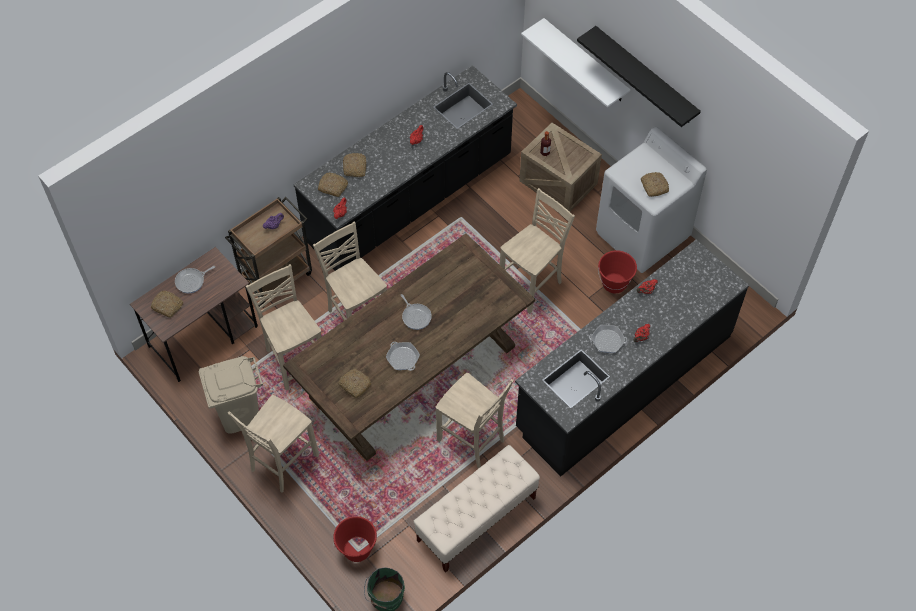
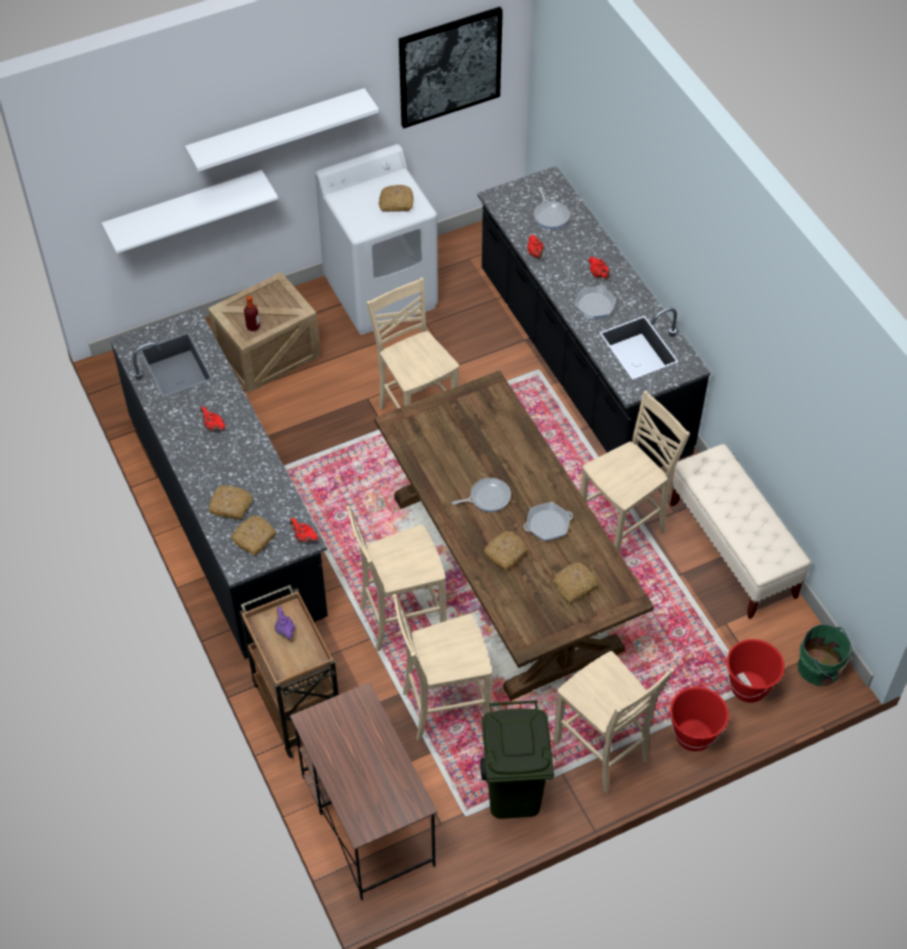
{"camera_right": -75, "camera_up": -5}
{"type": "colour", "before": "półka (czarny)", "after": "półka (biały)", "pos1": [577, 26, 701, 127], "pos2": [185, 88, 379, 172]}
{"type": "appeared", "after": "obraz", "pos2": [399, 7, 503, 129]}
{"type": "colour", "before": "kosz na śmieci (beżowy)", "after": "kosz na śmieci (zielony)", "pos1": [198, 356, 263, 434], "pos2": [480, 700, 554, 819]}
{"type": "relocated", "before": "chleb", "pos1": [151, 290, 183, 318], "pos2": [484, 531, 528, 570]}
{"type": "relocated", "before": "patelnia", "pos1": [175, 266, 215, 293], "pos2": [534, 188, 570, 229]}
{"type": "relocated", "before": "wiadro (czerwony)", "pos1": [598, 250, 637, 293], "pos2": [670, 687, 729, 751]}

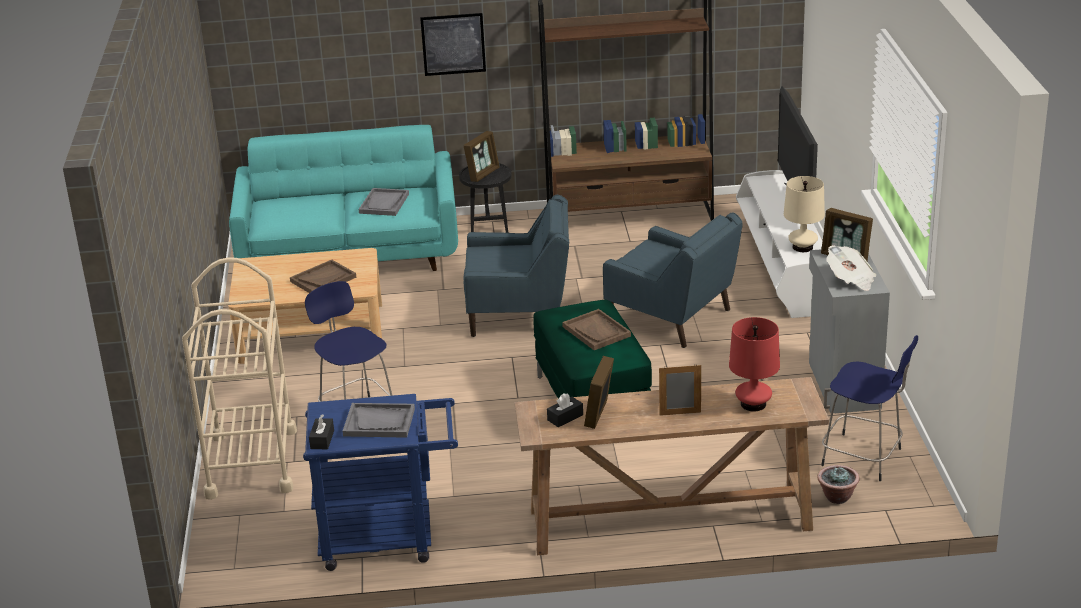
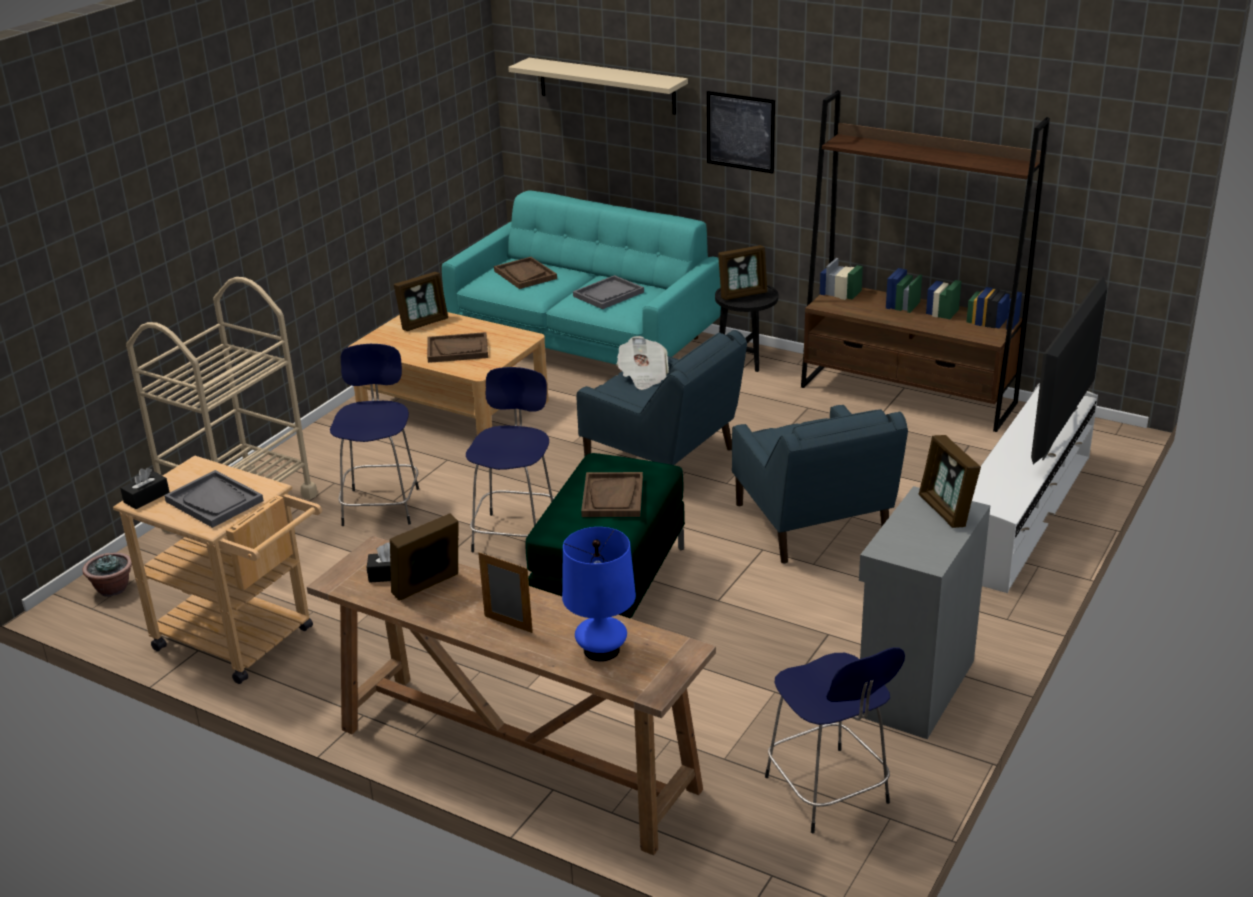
{"camera_right": 35, "camera_up": 0}
{"type": "relocated", "before": "roślina doniczkowa", "pos1": [817, 465, 860, 504], "pos2": [83, 553, 132, 597]}
{"type": "colour", "before": "wózek (niebieski)", "after": "wózek (beżowy)", "pos1": [303, 394, 458, 571], "pos2": [113, 455, 322, 684]}
{"type": "appeared", "after": "ramka na zdjęcie", "pos2": [394, 272, 448, 331]}
{"type": "appeared", "after": "stołek (niebieski)", "pos2": [466, 367, 554, 552]}
{"type": "appeared", "after": "taca (brązowy)", "pos2": [494, 257, 557, 289]}
{"type": "appeared", "after": "półka (beżowy)", "pos2": [508, 58, 688, 115]}
{"type": "colour", "before": "lampa stołowa (czerwony)", "after": "lampa stołowa (niebieski)", "pos1": [729, 317, 780, 412], "pos2": [562, 527, 636, 662]}
{"type": "relocated", "before": "gazeta", "pos1": [826, 245, 876, 291], "pos2": [617, 336, 669, 390]}
{"type": "missing", "before": "lampa stołowa (beżowy)", "pos1": [784, 176, 825, 252]}

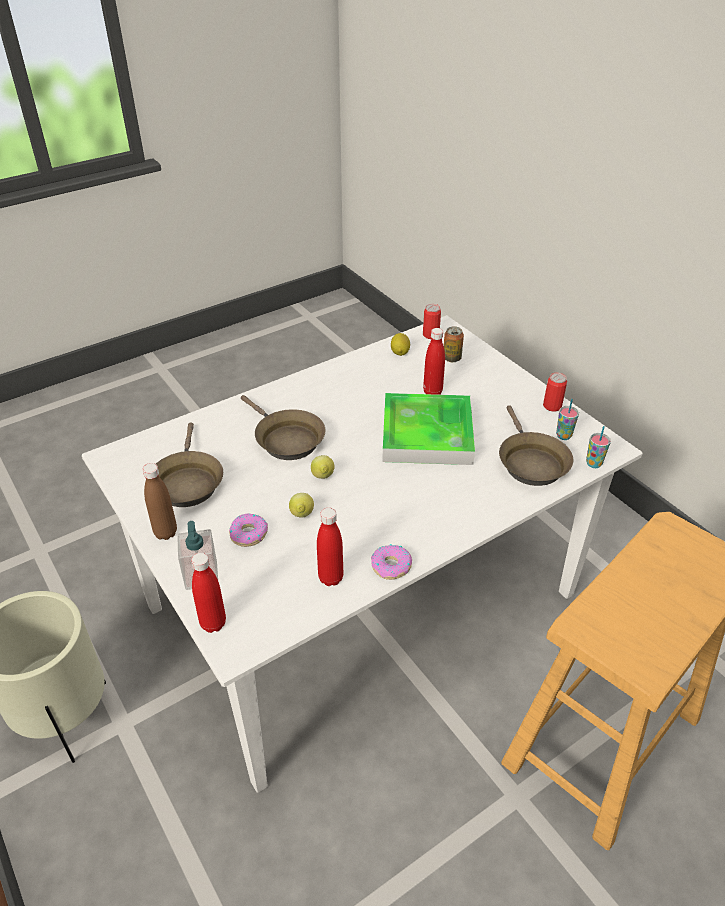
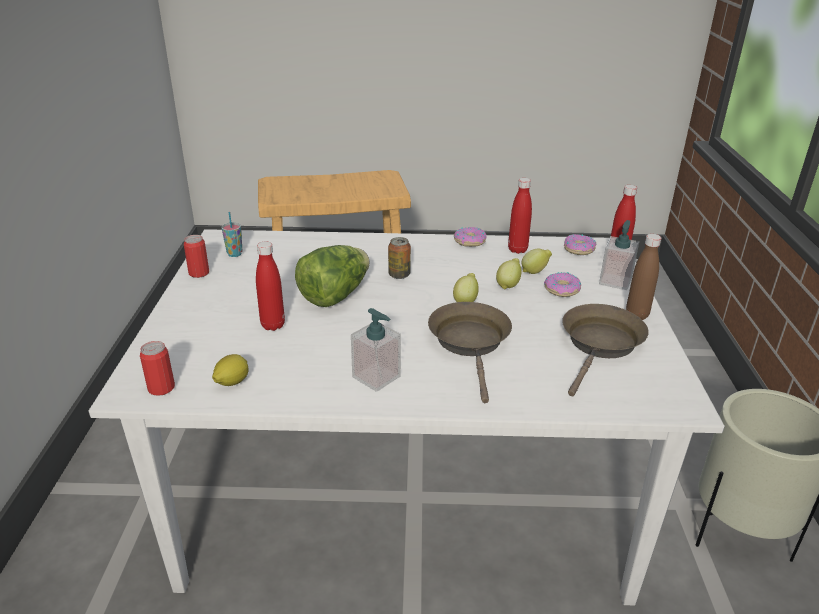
{"camera_right": -145, "camera_up": -10}
{"type": "exchanged", "before": "taca", "after": "sałata", "pos1": [382, 393, 475, 465], "pos2": [295, 245, 370, 307]}
{"type": "appeared", "after": "dozownik mydła", "pos2": [351, 308, 401, 392]}
{"type": "relocated", "before": "puszka", "pos1": [444, 326, 464, 362], "pos2": [388, 237, 411, 279]}
{"type": "appeared", "after": "cytryna", "pos2": [522, 249, 552, 274]}
{"type": "appeared", "after": "donut", "pos2": [564, 234, 596, 255]}
{"type": "missing", "before": "patelnia (brązowy)", "pos1": [499, 406, 573, 486]}
{"type": "missing", "before": "filiżanka", "pos1": [586, 426, 611, 468]}

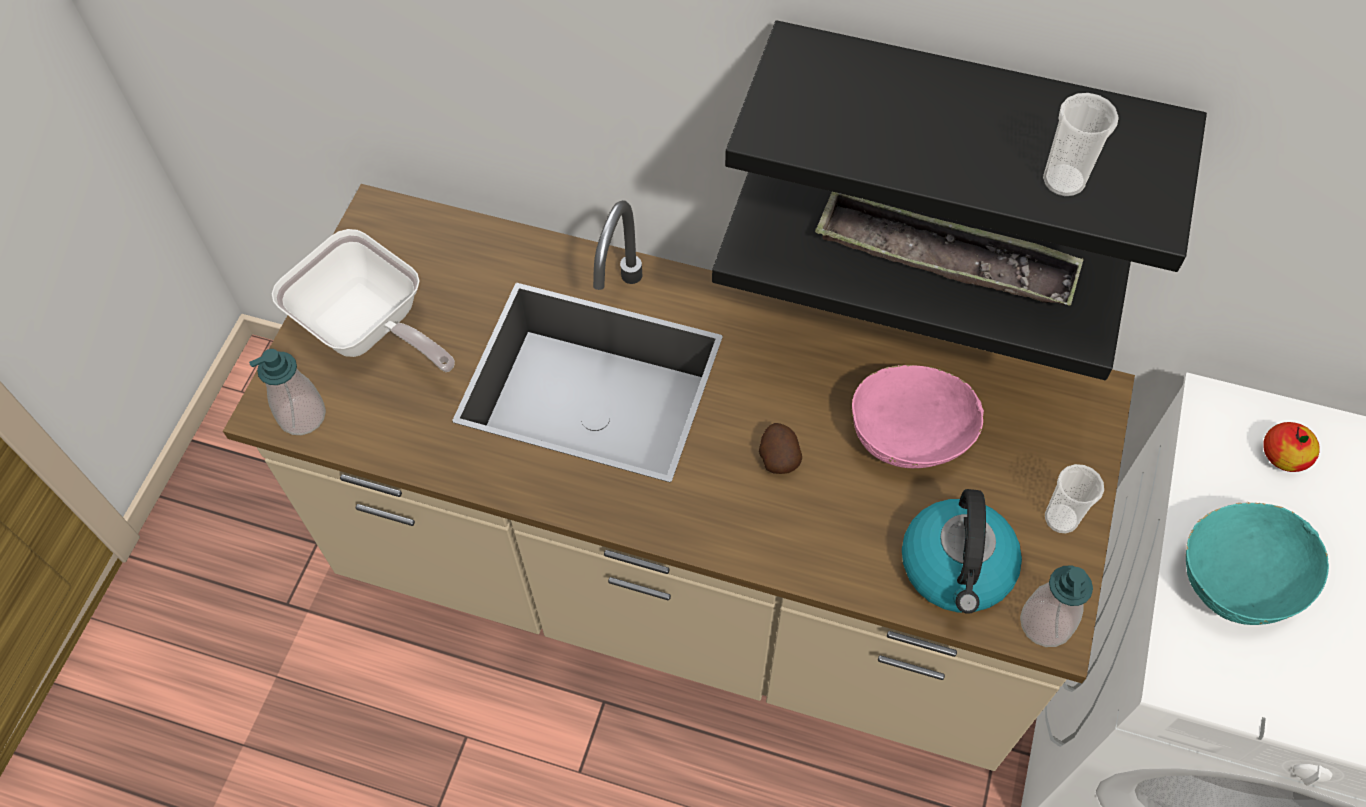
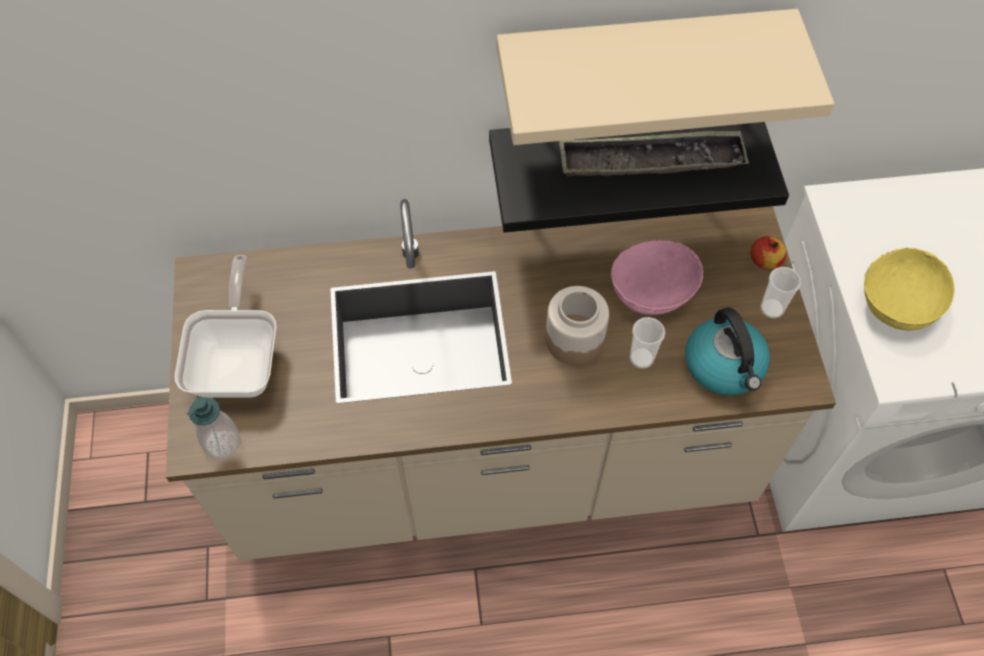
{"camera_right": -25, "camera_up": 0}
{"type": "spun", "before": "patelnia", "pos1": [272, 229, 455, 372], "pos2": [175, 255, 276, 398], "turn": -105}
{"type": "colour", "before": "półka (czarny)", "after": "półka (beżowy)", "pos1": [725, 20, 1207, 272], "pos2": [497, 9, 834, 145]}
{"type": "exchanged", "before": "ziemniak", "after": "słoik", "pos1": [759, 423, 802, 474], "pos2": [545, 286, 609, 365]}
{"type": "relocated", "before": "filiżanka", "pos1": [1043, 93, 1119, 196], "pos2": [630, 317, 665, 369]}
{"type": "relocated", "before": "jabłko", "pos1": [1263, 422, 1320, 472], "pos2": [750, 236, 787, 269]}
{"type": "colour", "before": "miska (turkusowy)", "after": "miska (żółty)", "pos1": [1186, 502, 1329, 625], "pos2": [864, 248, 955, 330]}
{"type": "missing", "before": "dozownik mydła", "pos1": [1020, 566, 1093, 647]}

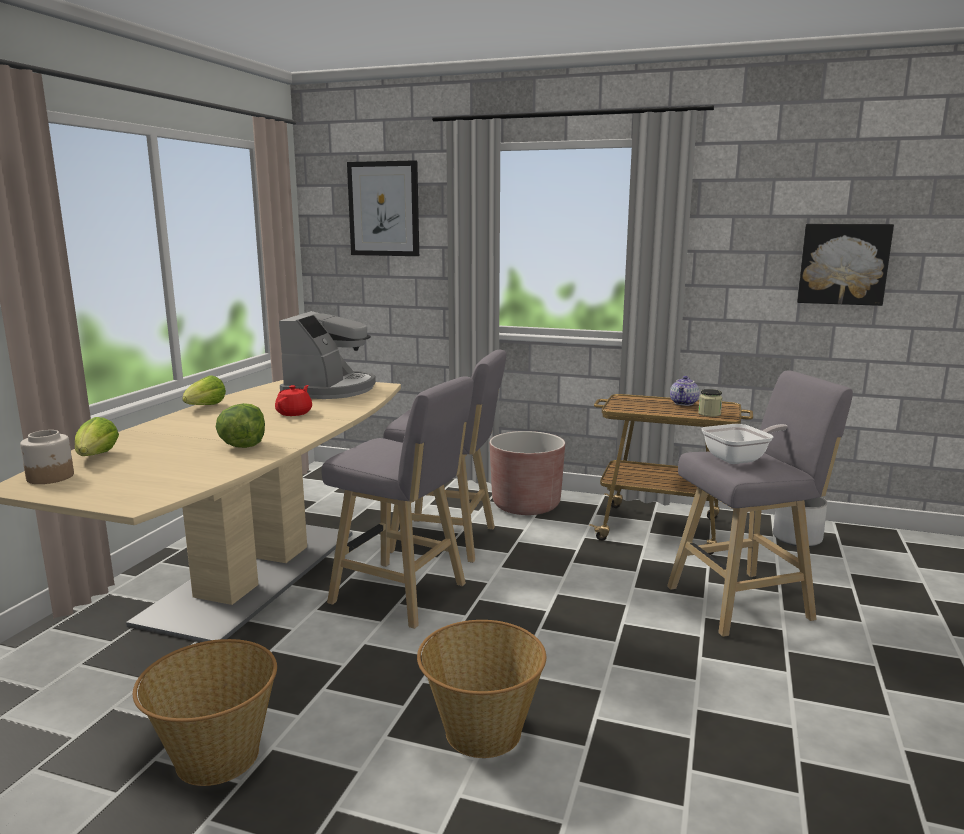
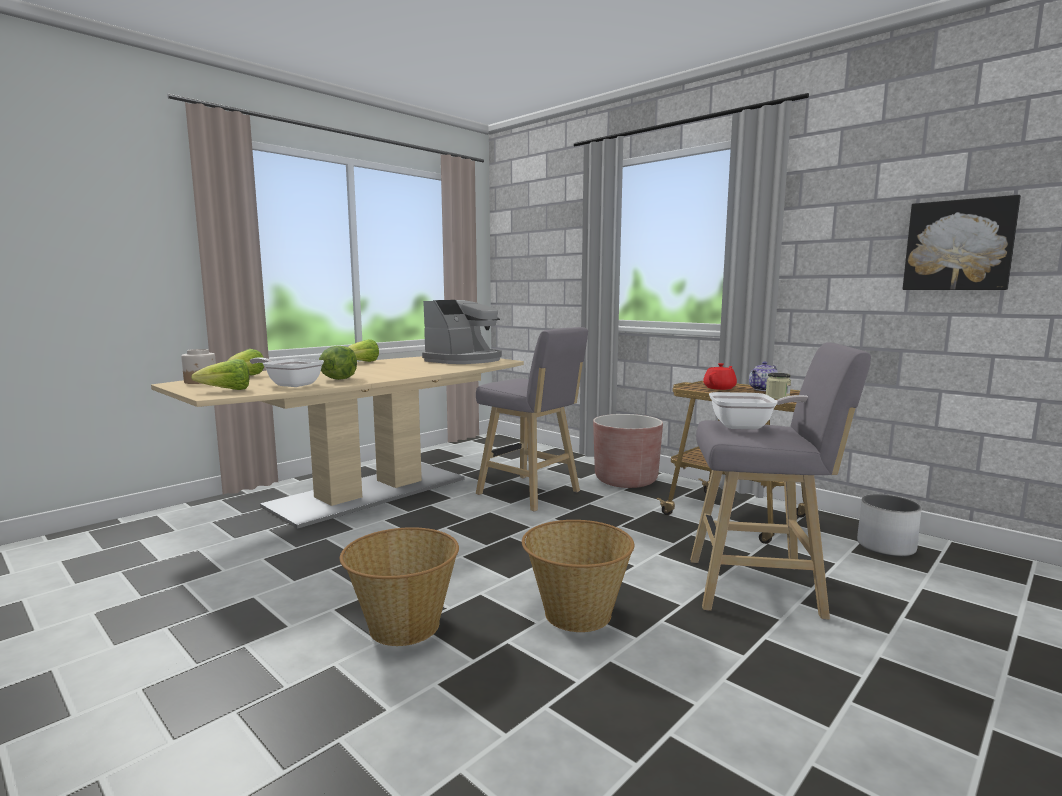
{"camera_right": 25, "camera_up": -5}
{"type": "appeared", "after": "sałata", "pos2": [191, 359, 249, 390]}
{"type": "appeared", "after": "patelnia", "pos2": [249, 357, 324, 387]}
{"type": "relocated", "before": "koszyk", "pos1": [133, 639, 277, 786], "pos2": [522, 520, 634, 632]}
{"type": "relocated", "before": "imbryk (czerwony)", "pos1": [275, 385, 312, 416], "pos2": [703, 363, 737, 390]}
{"type": "missing", "before": "stołek (szary)", "pos1": [322, 376, 474, 629]}
{"type": "missing", "before": "obraz", "pos1": [347, 160, 419, 256]}

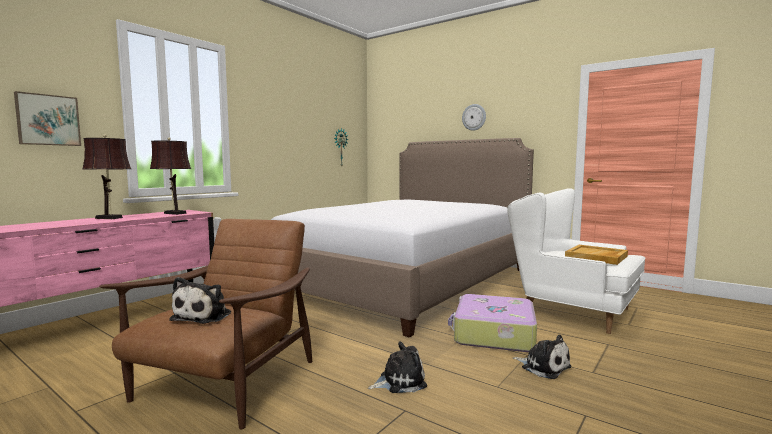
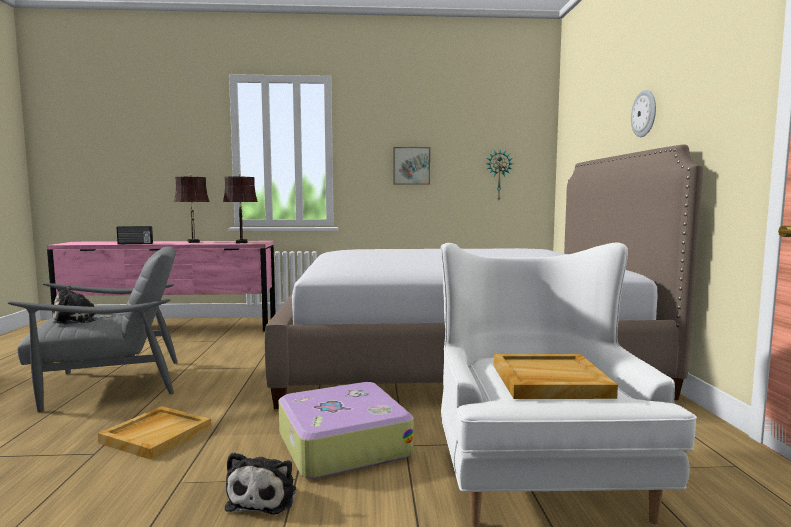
{"camera_right": 50, "camera_up": 0}
{"type": "colour", "before": "fotel (brązowy)", "after": "fotel (szary)", "pos1": [99, 219, 312, 429], "pos2": [8, 246, 178, 412]}
{"type": "exchanged", "before": "pluszak", "after": "taca (beżowy)", "pos1": [368, 341, 427, 393], "pos2": [98, 406, 211, 460]}
{"type": "appeared", "after": "radio", "pos2": [117, 226, 153, 244]}
{"type": "relocated", "before": "obraz", "pos1": [14, 91, 81, 146], "pos2": [393, 147, 430, 185]}

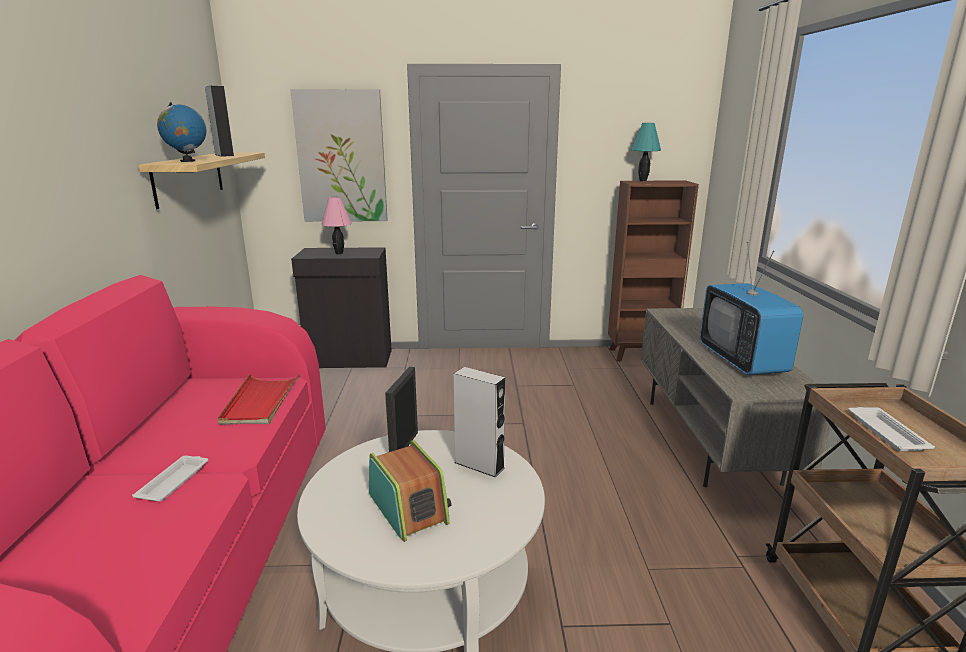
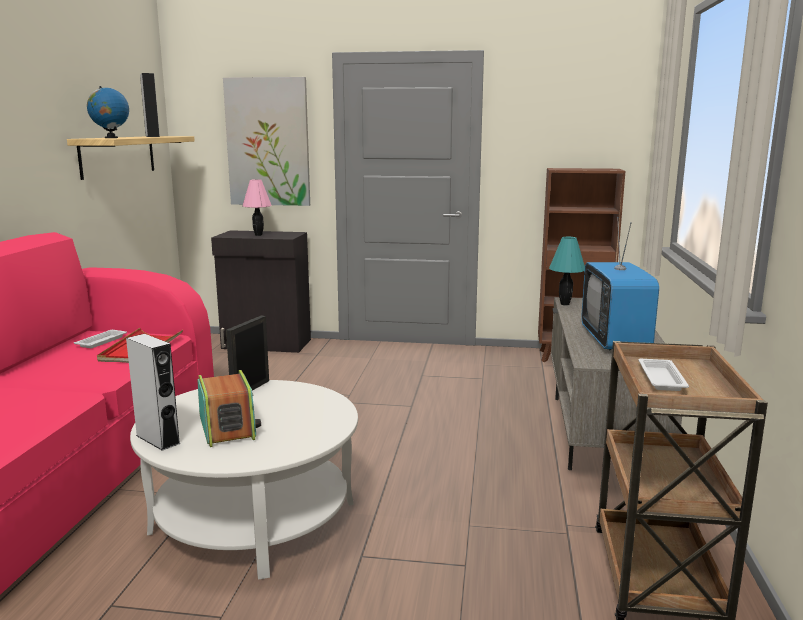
{"camera_right": 10, "camera_up": -5}
{"type": "relocated", "before": "taca (biały)", "pos1": [132, 455, 208, 501], "pos2": [74, 330, 127, 348]}
{"type": "relocated", "before": "głośnik (szary)", "pos1": [454, 367, 505, 477], "pos2": [126, 334, 181, 450]}
{"type": "relocated", "before": "lampa stołowa (turkusowy)", "pos1": [631, 123, 661, 181], "pos2": [549, 237, 585, 305]}

